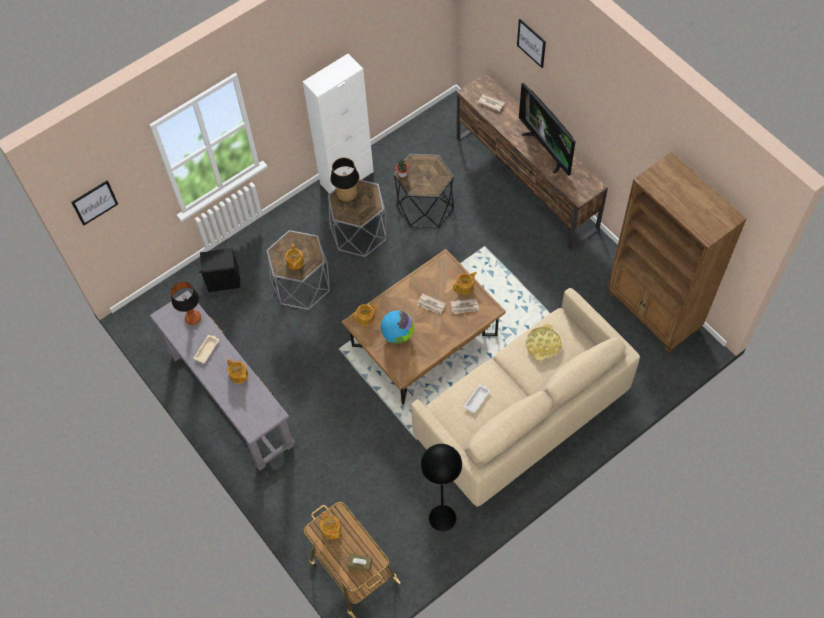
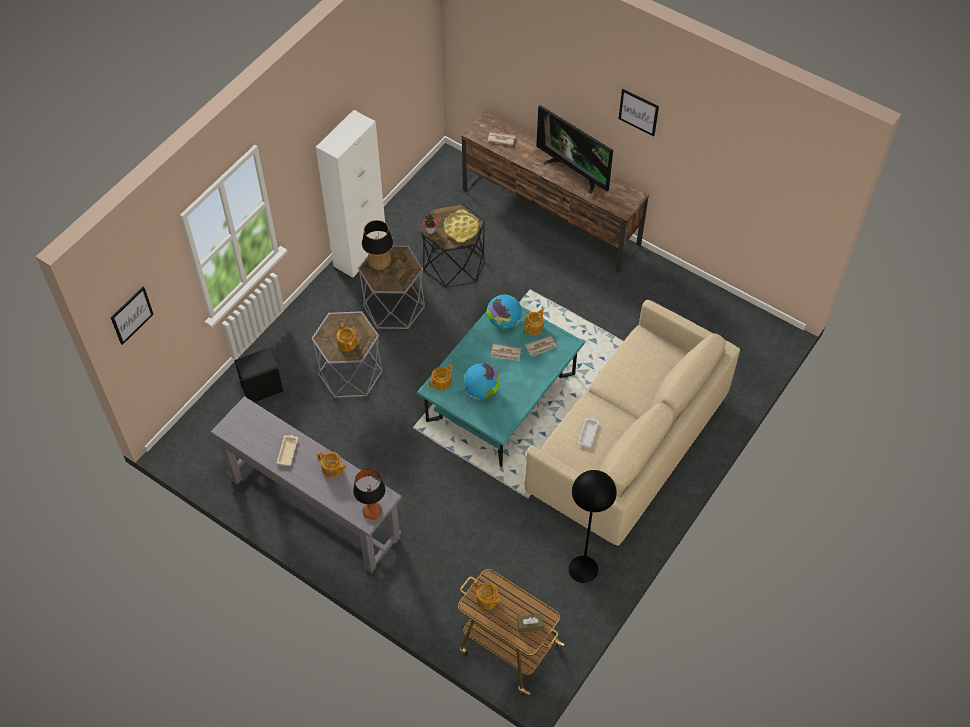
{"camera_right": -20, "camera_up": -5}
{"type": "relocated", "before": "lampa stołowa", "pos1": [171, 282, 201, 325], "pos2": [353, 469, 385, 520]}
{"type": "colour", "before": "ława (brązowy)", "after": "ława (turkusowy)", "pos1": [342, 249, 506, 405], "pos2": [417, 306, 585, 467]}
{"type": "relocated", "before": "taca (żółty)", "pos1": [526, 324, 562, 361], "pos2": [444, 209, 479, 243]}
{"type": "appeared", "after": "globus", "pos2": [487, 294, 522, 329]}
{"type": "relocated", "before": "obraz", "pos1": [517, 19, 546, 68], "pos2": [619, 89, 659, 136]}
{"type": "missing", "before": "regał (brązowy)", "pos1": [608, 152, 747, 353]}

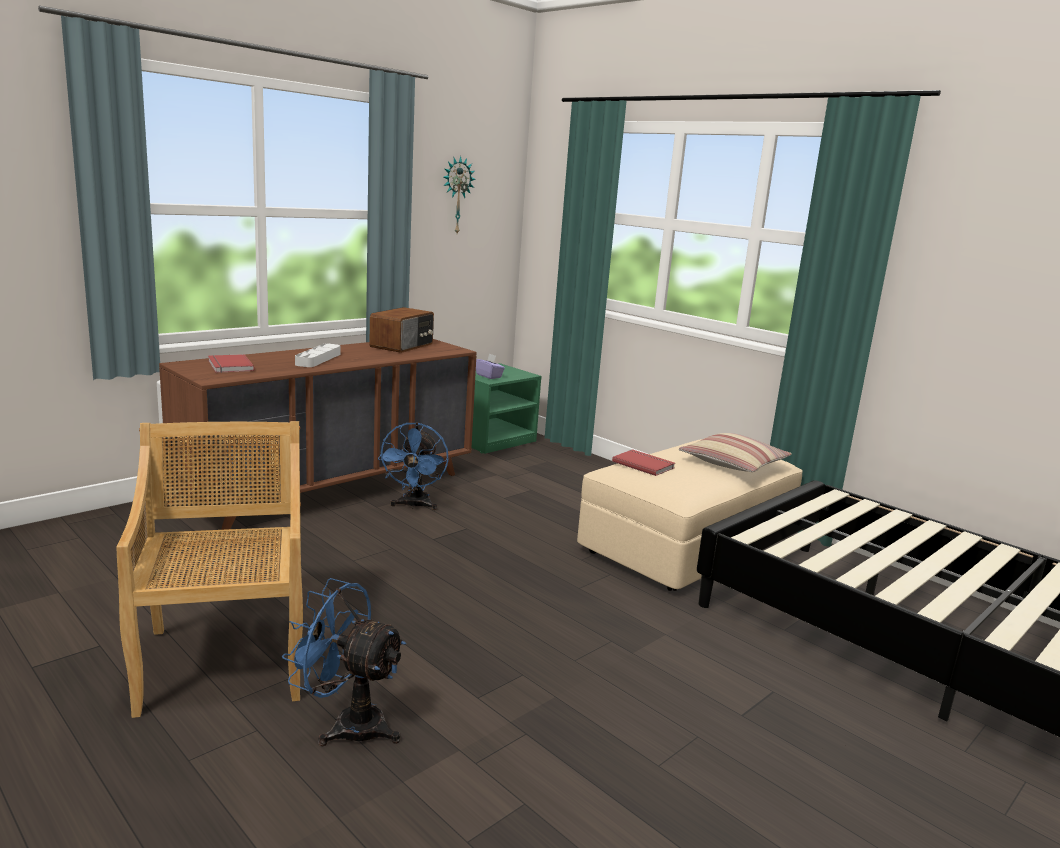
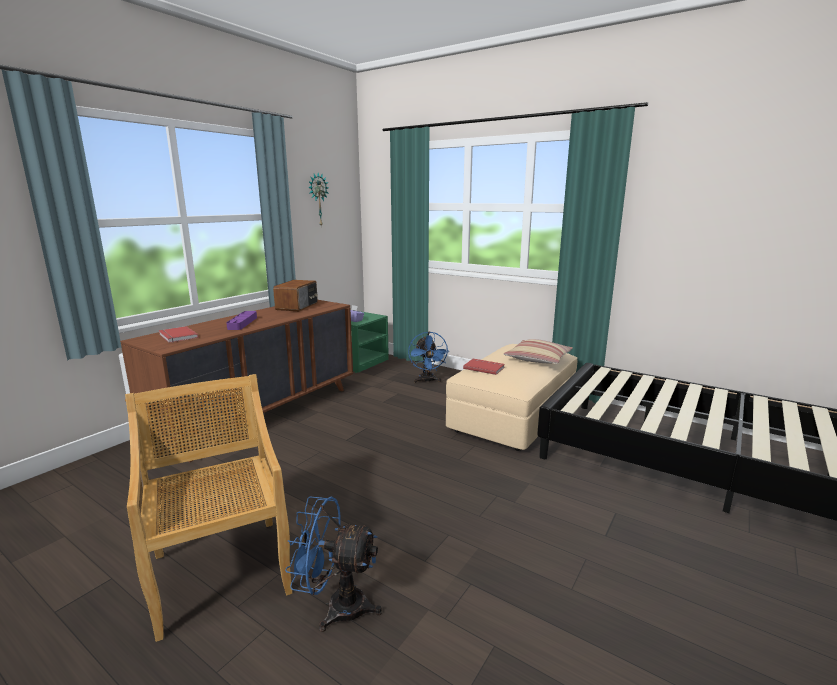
{"camera_right": -10, "camera_up": 0}
{"type": "colour", "before": "taca (szary)", "after": "taca (fioletowy)", "pos1": [295, 344, 341, 367], "pos2": [226, 311, 257, 330]}
{"type": "relocated", "before": "wentylator (niebieski)", "pos1": [378, 422, 449, 510], "pos2": [408, 331, 448, 383]}

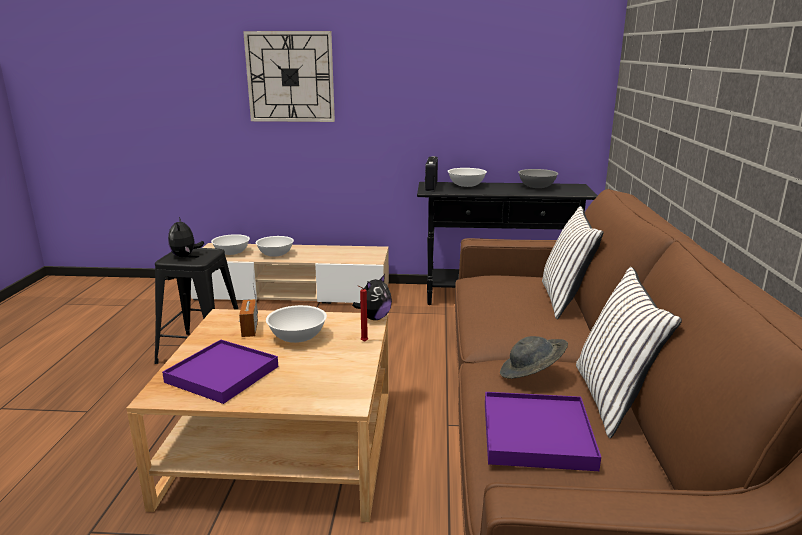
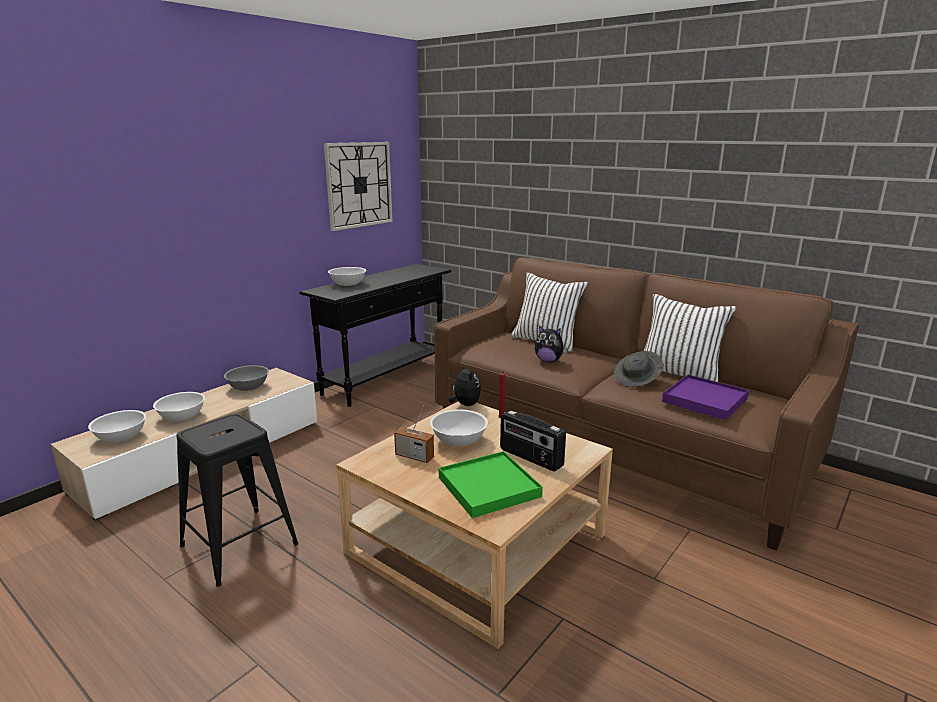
{"camera_right": -55, "camera_up": 0}
{"type": "relocated", "before": "miska (szary)", "pos1": [518, 169, 559, 188], "pos2": [224, 365, 269, 391]}
{"type": "relocated", "before": "zegar ścienny", "pos1": [243, 31, 335, 122], "pos2": [324, 142, 393, 231]}
{"type": "colour", "before": "taca (fioletowy)", "after": "taca (zielony)", "pos1": [162, 340, 278, 404], "pos2": [439, 451, 543, 518]}
{"type": "relocated", "before": "radio", "pos1": [425, 156, 438, 191], "pos2": [500, 410, 566, 472]}
{"type": "relocated", "before": "pluszak", "pos1": [168, 217, 204, 257], "pos2": [535, 326, 568, 362]}

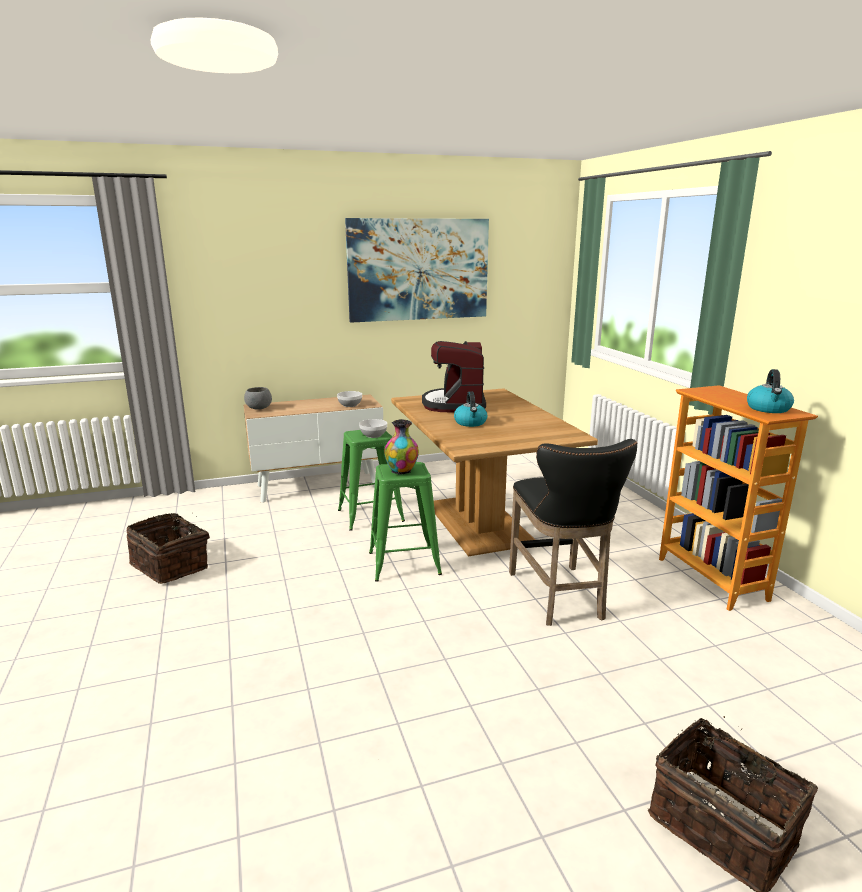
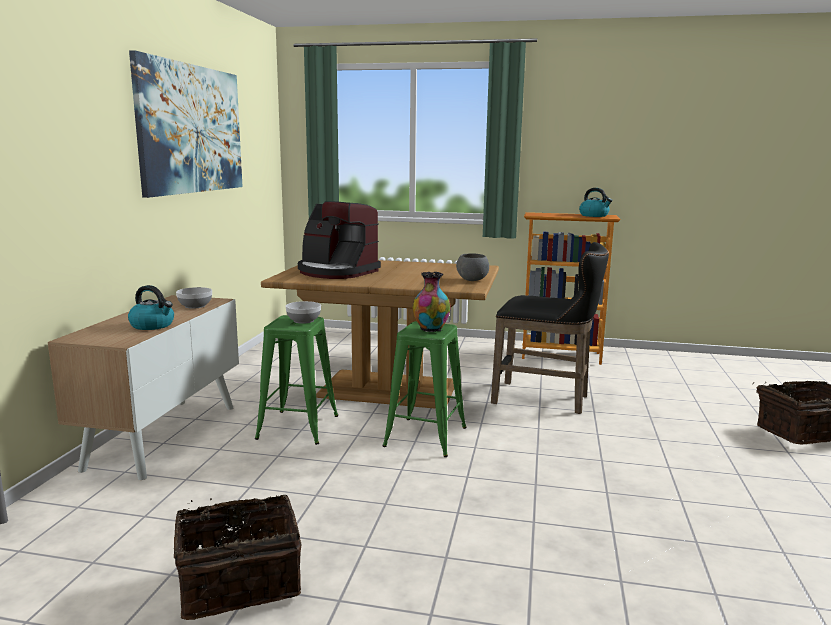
{"camera_right": -60, "camera_up": -5}
{"type": "relocated", "before": "czajnik", "pos1": [454, 391, 487, 427], "pos2": [128, 285, 174, 330]}
{"type": "relocated", "before": "miska (szary)", "pos1": [244, 387, 272, 410], "pos2": [456, 253, 489, 281]}

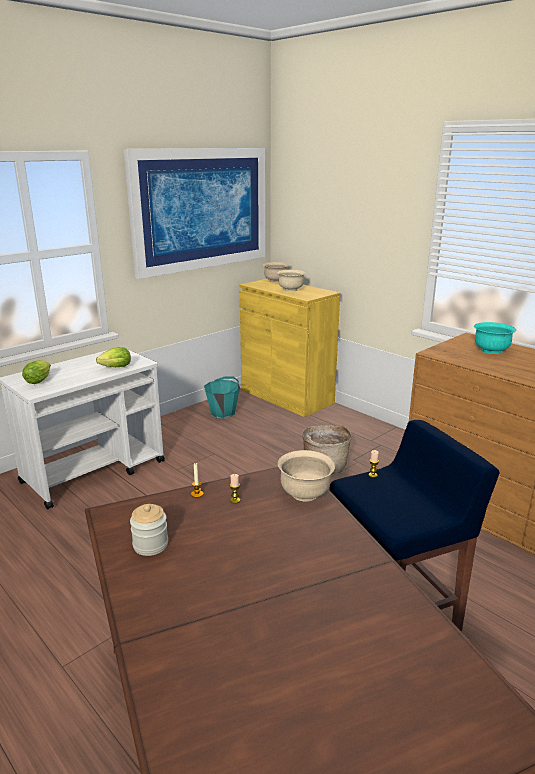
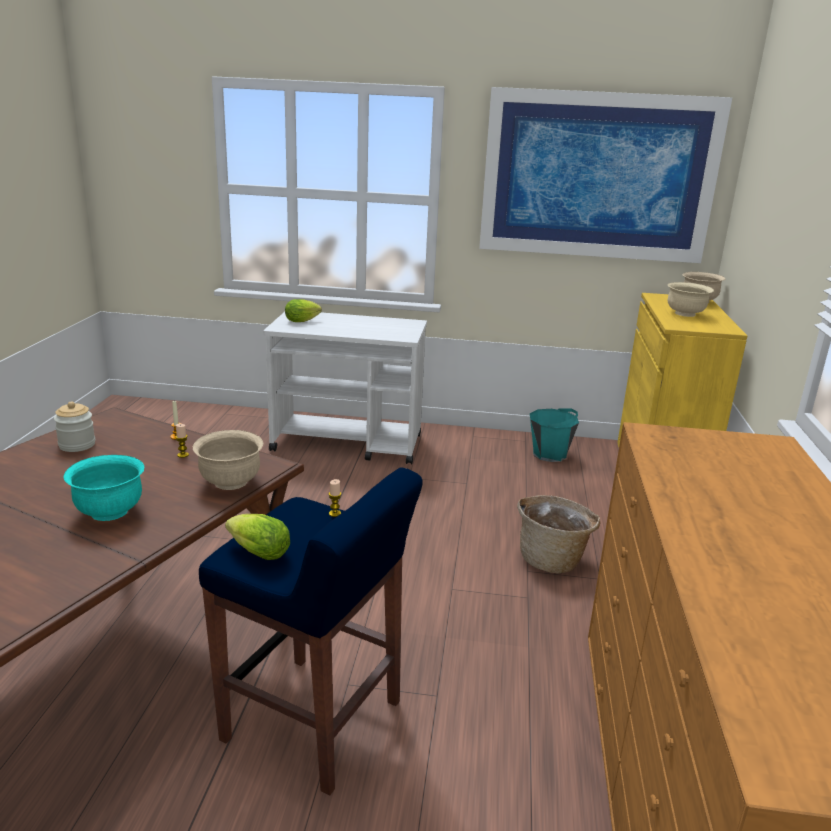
{"camera_right": 50, "camera_up": 0}
{"type": "relocated", "before": "miska (turkusowy)", "pos1": [474, 322, 516, 354], "pos2": [64, 455, 145, 521]}
{"type": "relocated", "before": "sałata", "pos1": [96, 347, 131, 367], "pos2": [225, 514, 290, 560]}

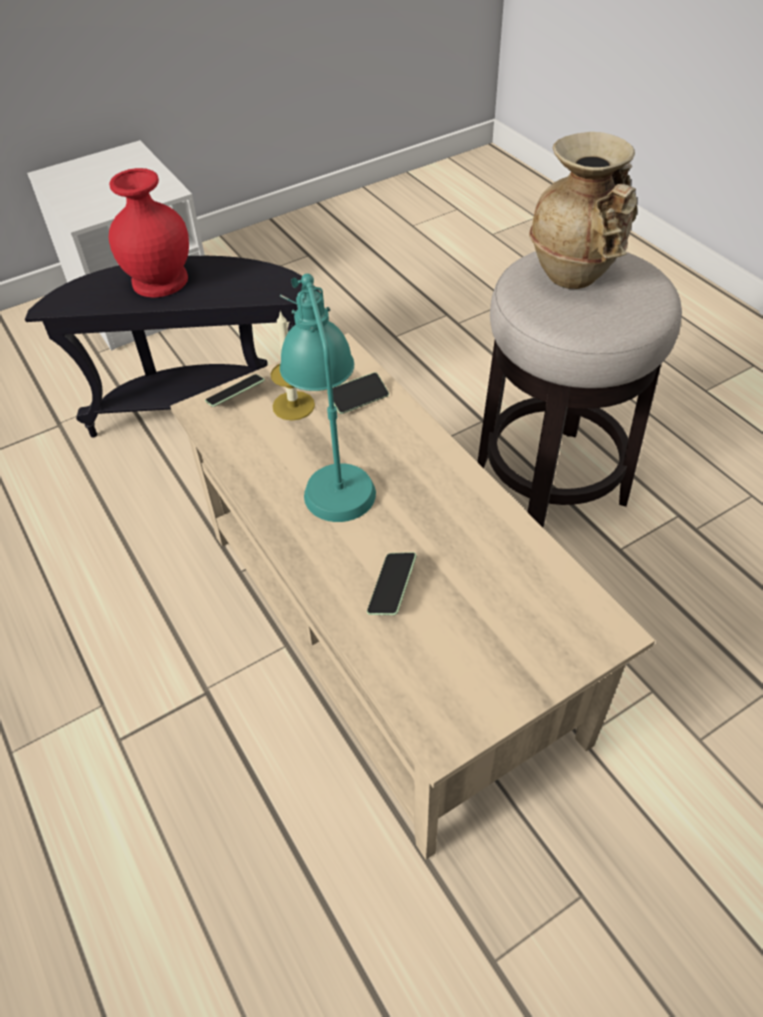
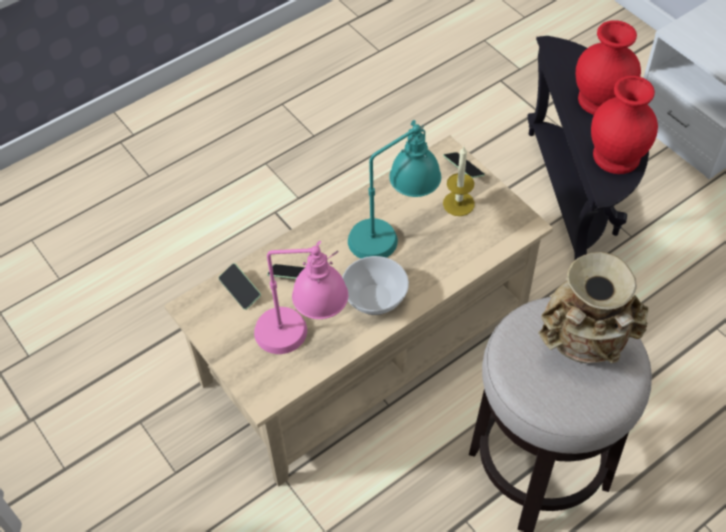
{"camera_right": 85, "camera_up": 5}
{"type": "relocated", "before": "telefon", "pos1": [327, 372, 389, 414], "pos2": [219, 263, 261, 310]}
{"type": "appeared", "after": "lampa stołowa (różowy)", "pos2": [254, 241, 348, 354]}
{"type": "appeared", "after": "miska", "pos2": [342, 256, 409, 315]}
{"type": "appeared", "after": "wazon (czerwony)", "pos2": [591, 76, 658, 174]}

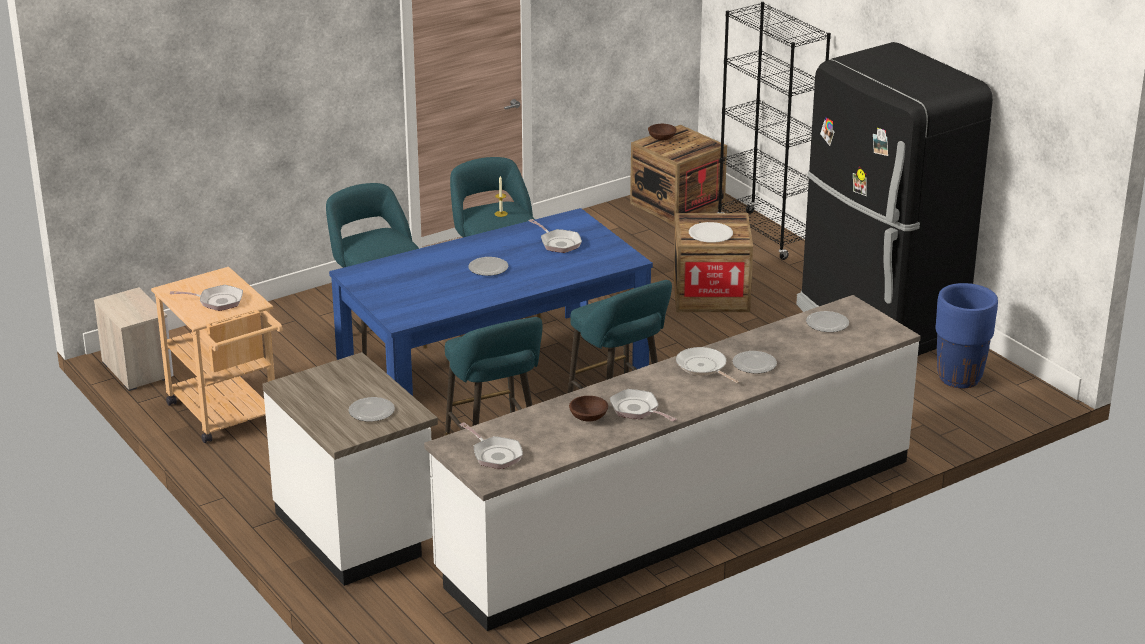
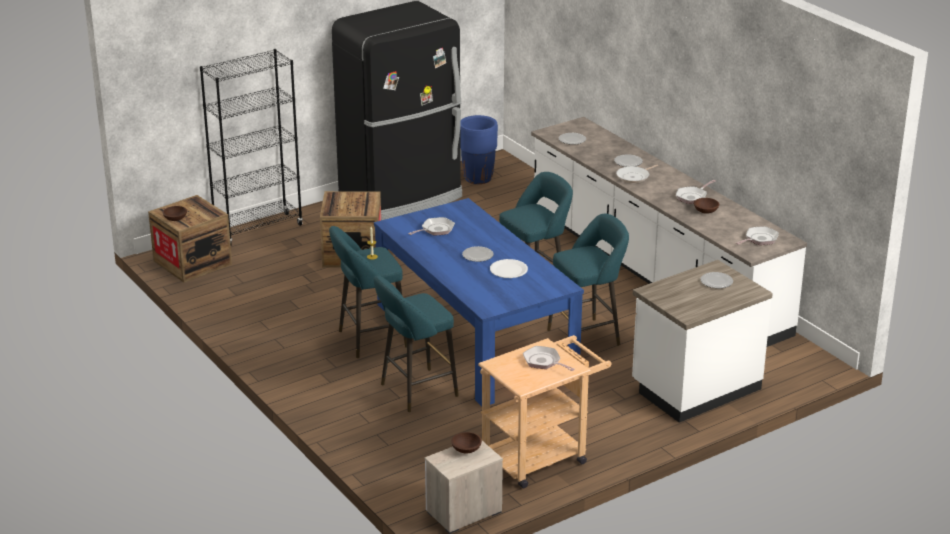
{"camera_right": -90, "camera_up": 0}
{"type": "appeared", "after": "miska (brązowy)", "pos2": [451, 432, 482, 454]}
{"type": "relocated", "before": "talerz (biały)", "pos1": [689, 222, 733, 243], "pos2": [490, 259, 528, 278]}
{"type": "spun", "before": "patelnia", "pos1": [170, 285, 243, 311], "pos2": [523, 346, 575, 371], "turn": -45}

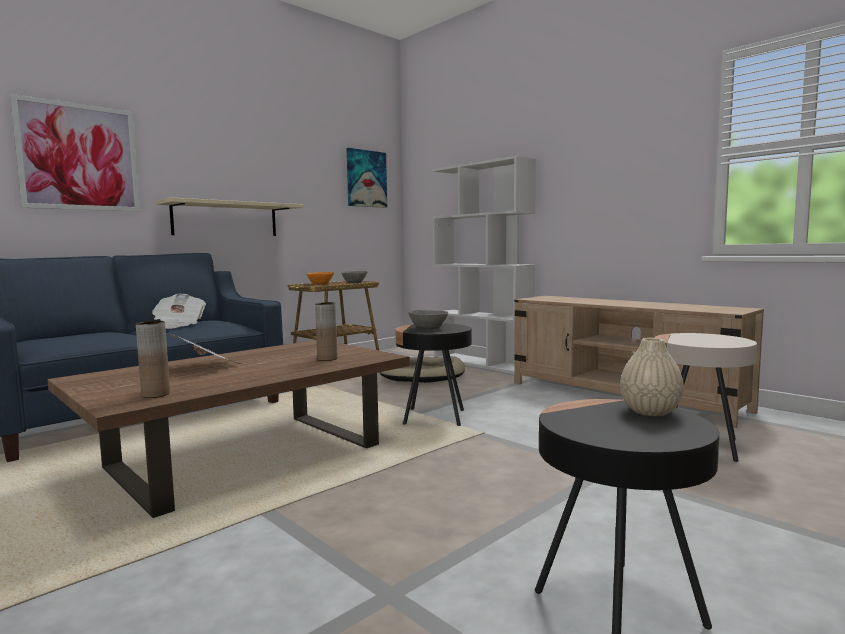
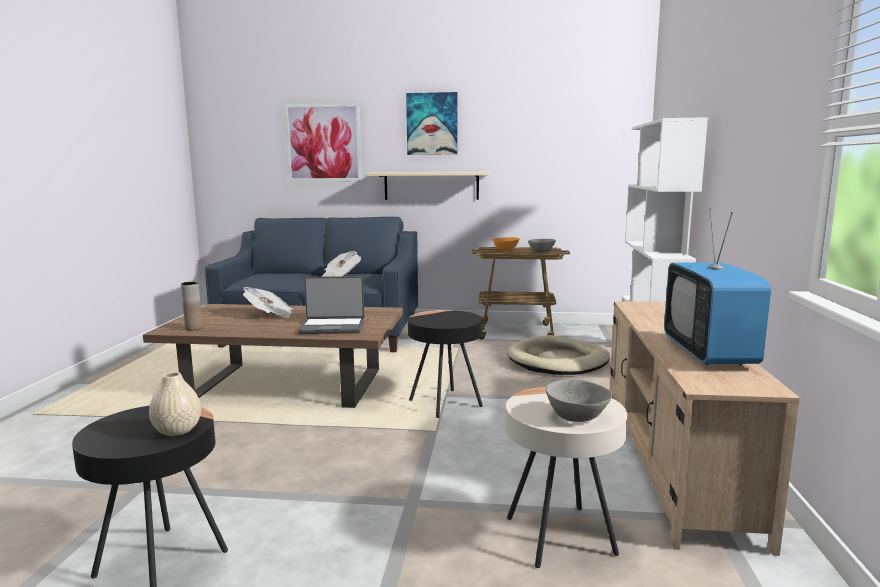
{"camera_right": 50, "camera_up": 5}
{"type": "exchanged", "before": "wazon (brązowy)", "after": "laptop", "pos1": [315, 302, 337, 361], "pos2": [298, 276, 364, 334]}
{"type": "relocated", "before": "obraz", "pos1": [346, 148, 387, 208], "pos2": [406, 92, 458, 155]}
{"type": "relocated", "before": "miska (szary)", "pos1": [409, 310, 448, 330], "pos2": [546, 379, 612, 422]}
{"type": "appeared", "after": "telewizor", "pos2": [664, 208, 771, 365]}

